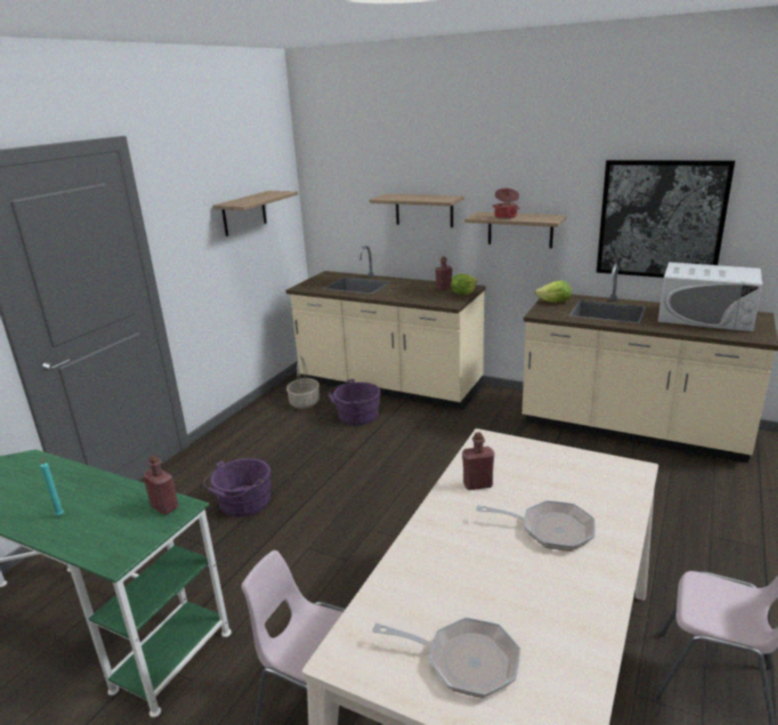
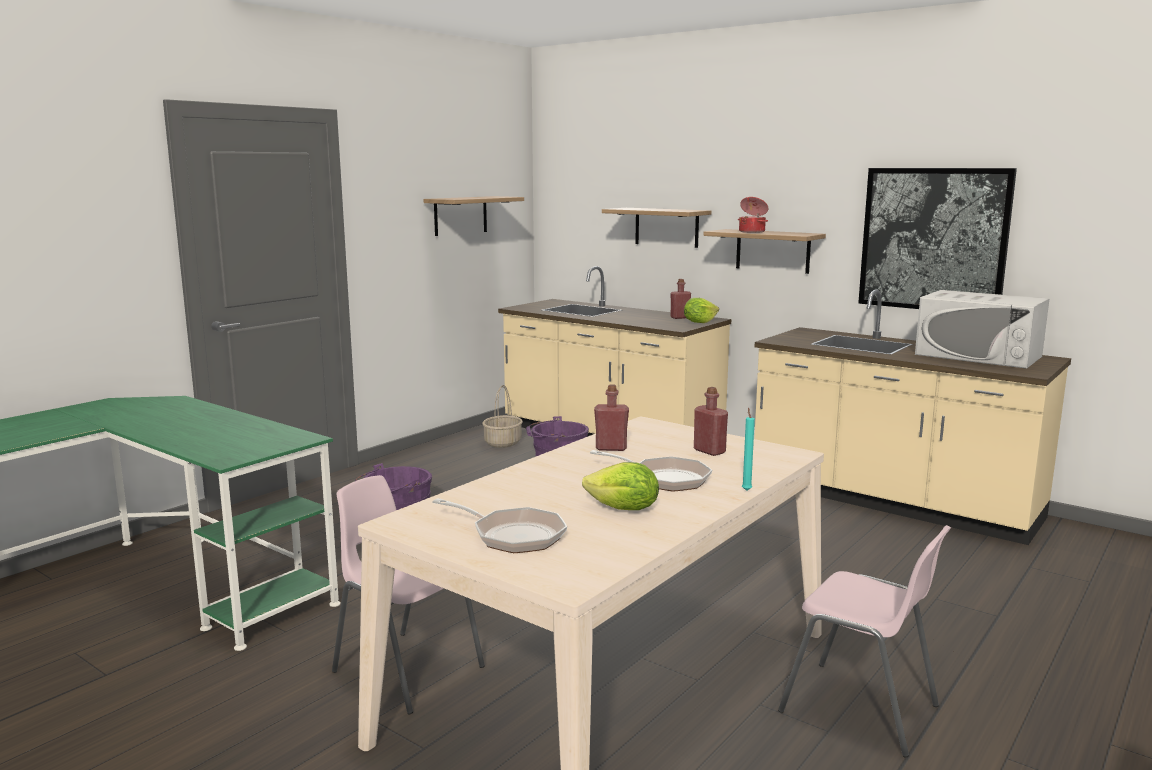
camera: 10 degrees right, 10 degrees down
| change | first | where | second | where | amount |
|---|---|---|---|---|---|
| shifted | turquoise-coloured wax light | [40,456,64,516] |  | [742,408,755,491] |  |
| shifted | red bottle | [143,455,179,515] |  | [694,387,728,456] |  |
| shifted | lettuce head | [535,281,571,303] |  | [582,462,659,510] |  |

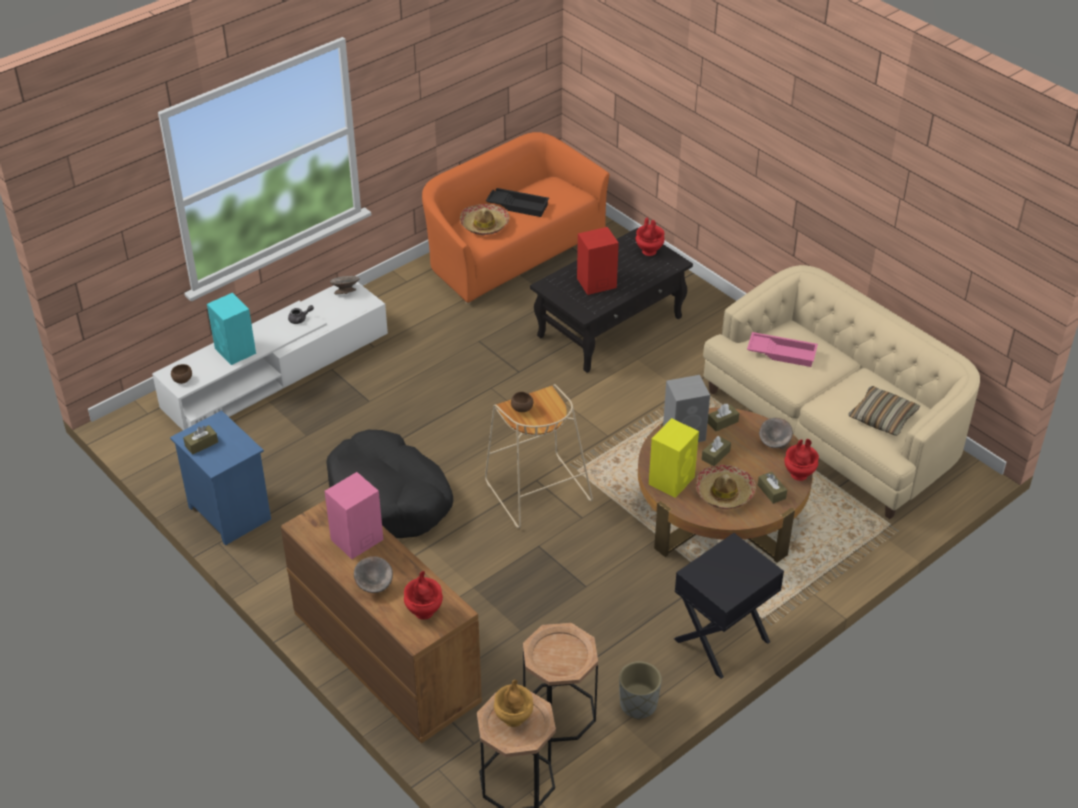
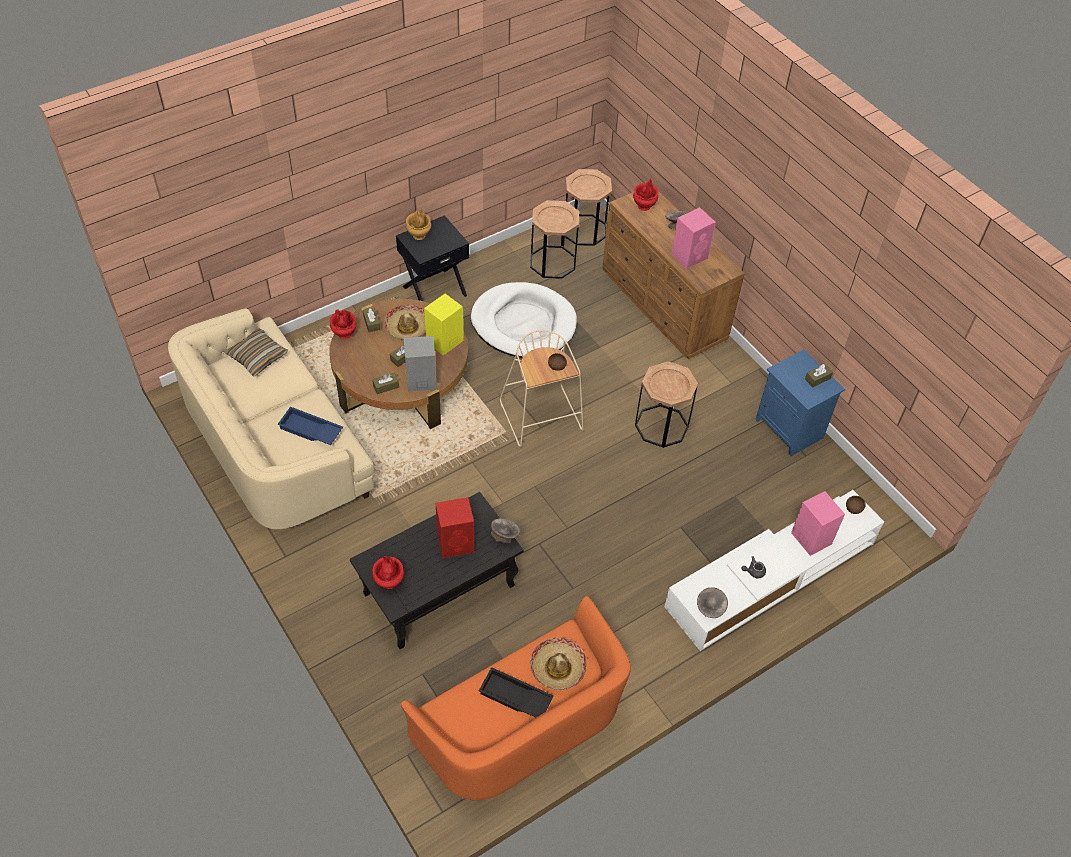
camera: 175 degrees left, 10 degrees up
| change | first | where | second | where | amount |
|---|---|---|---|---|---|
| gone | greyish flower pot | [619,661,662,720] |  |  |  |
| new |  |  | white-coloured pet bed | [470,282,577,358] |  |
| shifted | brownish decorative vase | [494,680,533,727] |  | [406,208,431,240] |  |
| shifted | greyish deep dish | [759,418,793,449] |  | [491,518,520,543] |  |
| swapped | black pet bed | [326,430,453,538] | brownish end table | [635,361,698,448] |  |
| repainted | turquoise-coloured speaker | [207,293,256,365] | pinkish speaker | [791,491,845,556] |  |
| repainted | pinkish serving tray | [747,332,818,367] | blue-coloured serving tray | [277,407,343,445] |  |

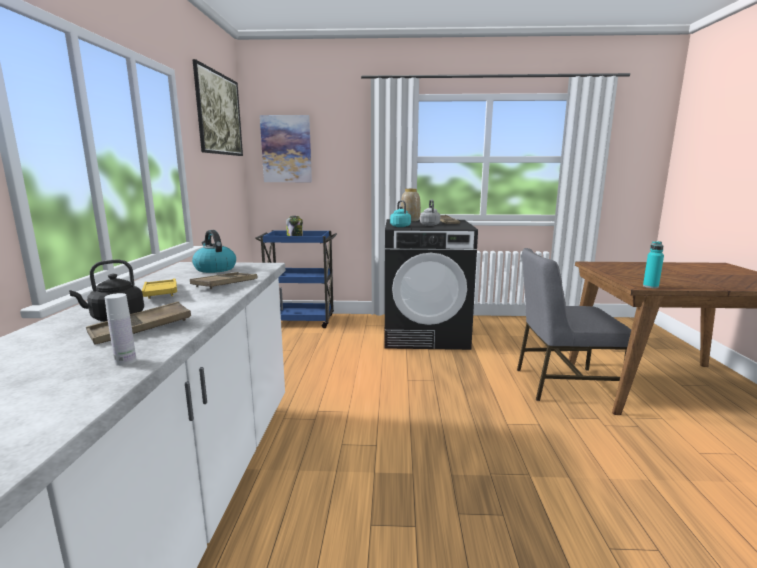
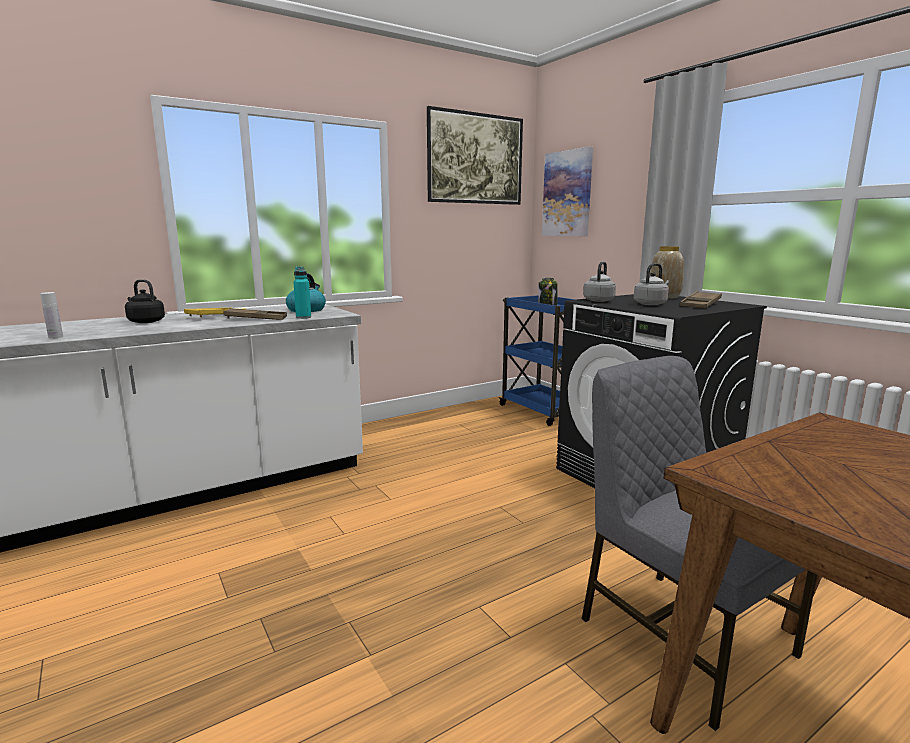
camera: 55 degrees right, 0 degrees up
| change | first | where | second | where | amount |
|---|---|---|---|---|---|
| gone | brownish serving tray | [86,302,191,345] |  |  |  |
| shifted | turquoise-coloured bottle | [643,241,664,288] |  | [293,266,311,319] |  |
| repainted | turquoise-coloured water kettle | [390,200,411,227] | greyish water kettle | [583,262,616,302] |  |

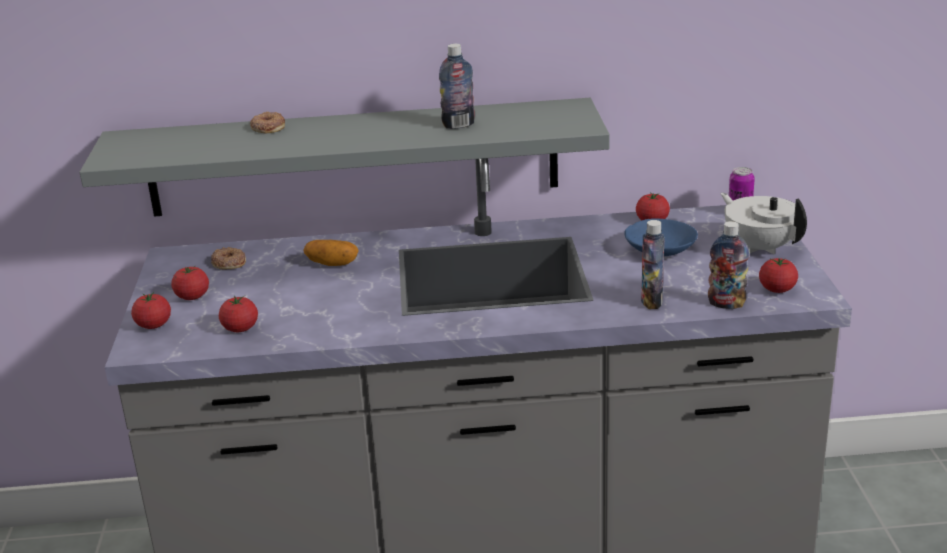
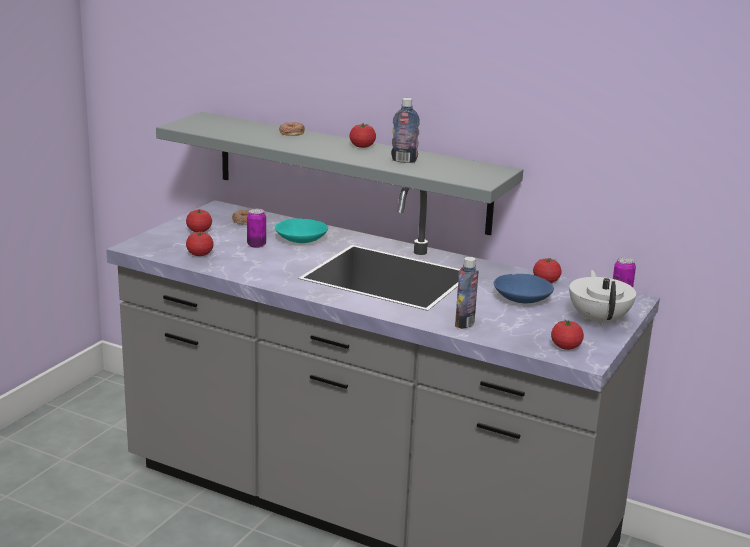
camera: 30 degrees right, 5 degrees down
| change | first | where | second | where | amount |
|---|---|---|---|---|---|
| gone | bottle | [708,221,749,309] |  |  |  |
| new |  |  | metal can | [247,209,266,248] |  |
| shifted | fresh tomato | [131,292,171,329] |  | [349,123,376,148] |  |
| swapped | spud | [303,240,359,266] | turquoise-coloured deep dish | [275,218,328,243] |  |

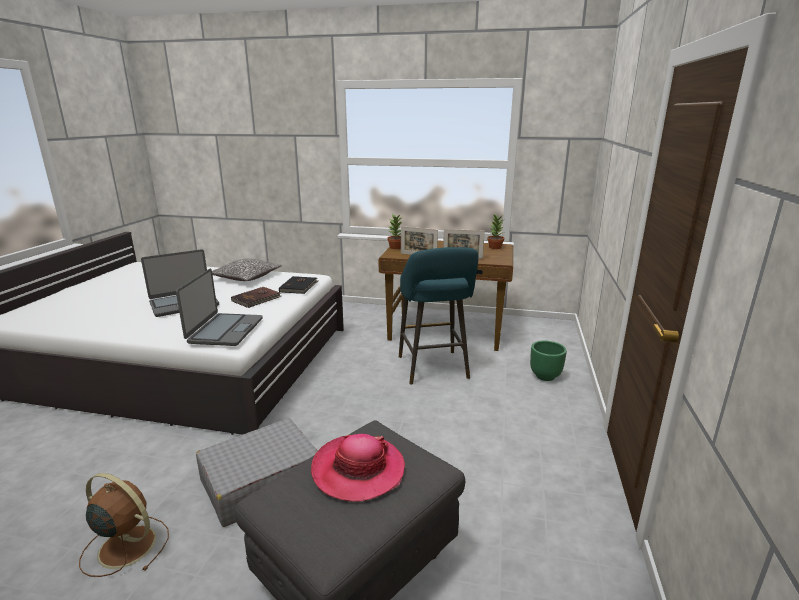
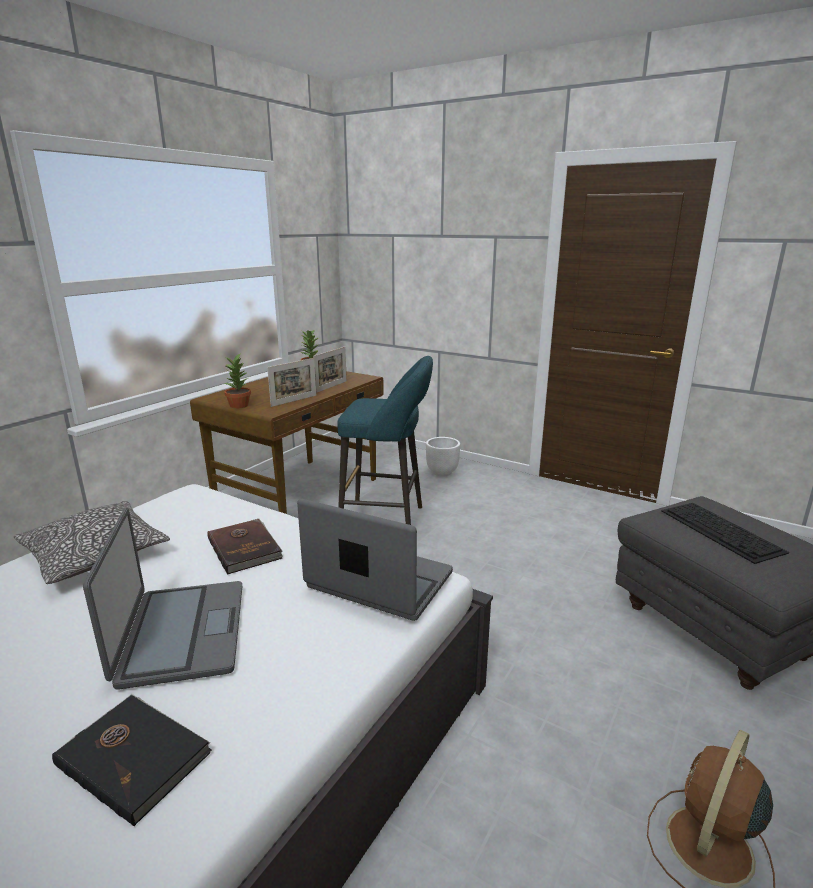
camera: 70 degrees left, 0 degrees up
| change | first | where | second | where | amount |
|---|---|---|---|---|---|
| gone | greyish suitcase | [196,418,318,527] |  |  |  |
| shifted | black volume | [279,276,319,294] |  | [52,694,212,826] |  |
| swapped | hat | [311,434,405,502] | computer keyboard | [661,503,789,564] |  |
| repainted | green flower pot | [530,341,567,381] | white-coloured flower pot | [426,437,460,477] |  |

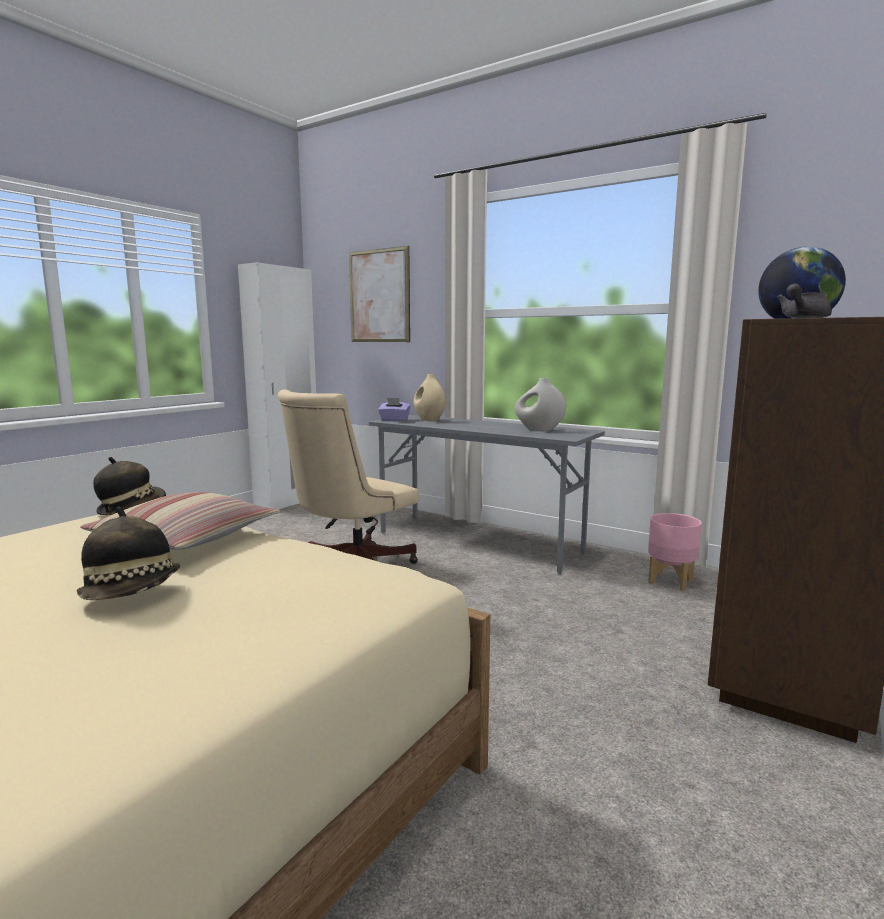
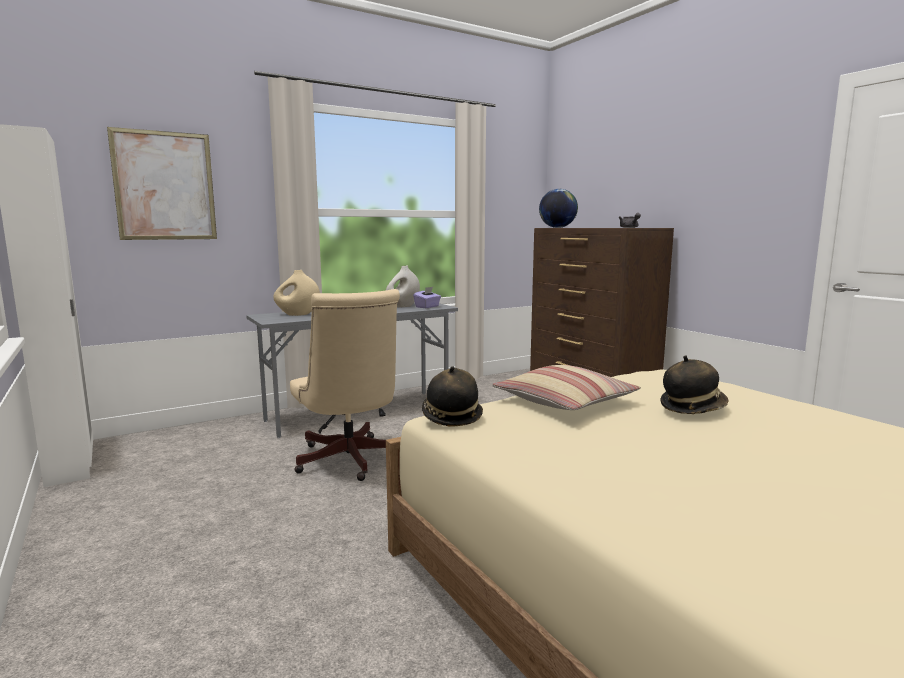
camera: 65 degrees left, 0 degrees up
| change | first | where | second | where | amount |
|---|---|---|---|---|---|
| gone | pinkish flower pot | [648,513,702,591] |  |  |  |
| shifted | purplish tissue box | [378,397,411,421] |  | [413,287,441,308] |  |

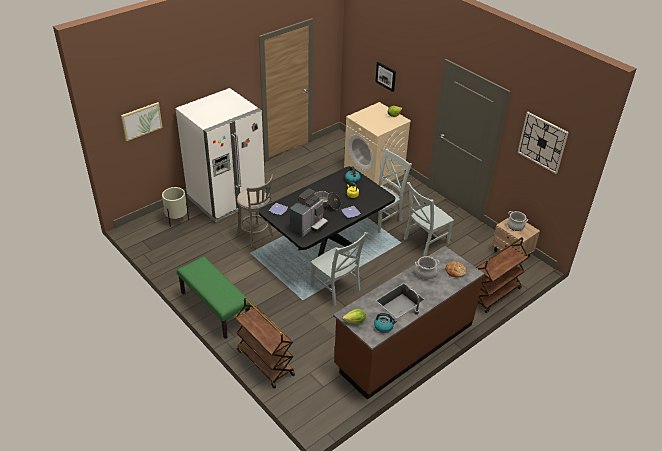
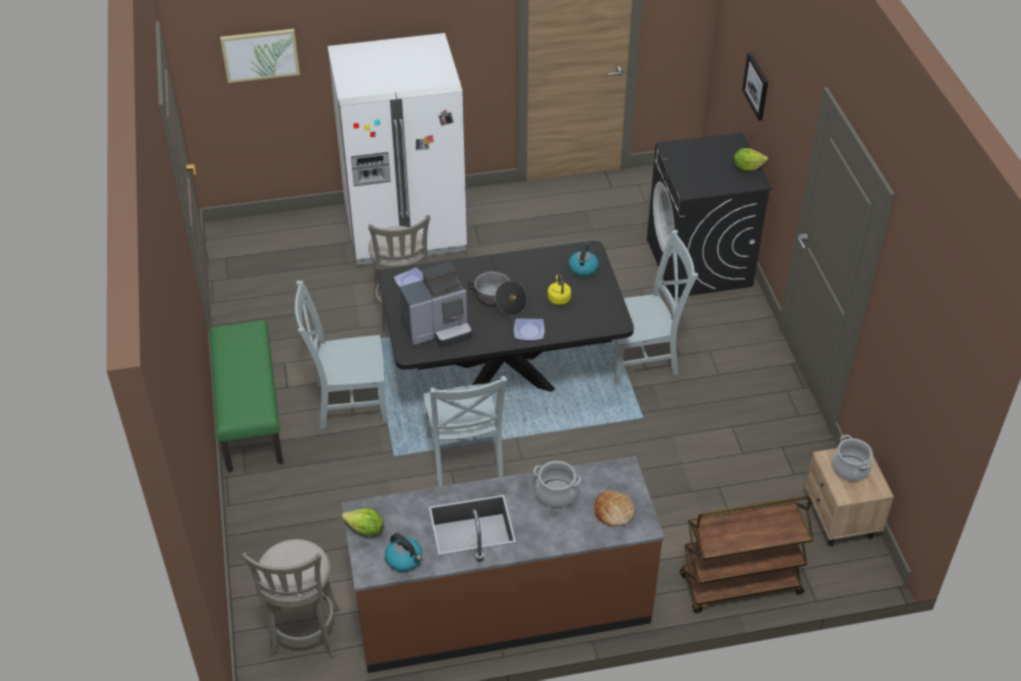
camera: 30 degrees right, 5 degrees up
| change | first | where | second | where | amount |
|---|---|---|---|---|---|
| gone | sand-coloured flower pot | [162,187,189,227] |  |  |  |
| gone | brownish trolley | [235,298,295,388] |  |  |  |
| gone | clock on the wall | [517,112,569,174] |  |  |  |
| new |  |  | greyish sitting stool | [242,539,340,658] |  |
| shifted | greyish plain chair | [404,182,454,256] |  | [295,280,388,429] |  |
| repainted | sand-coloured washing machine | [344,102,411,185] | black washing machine | [647,132,773,298] |  |

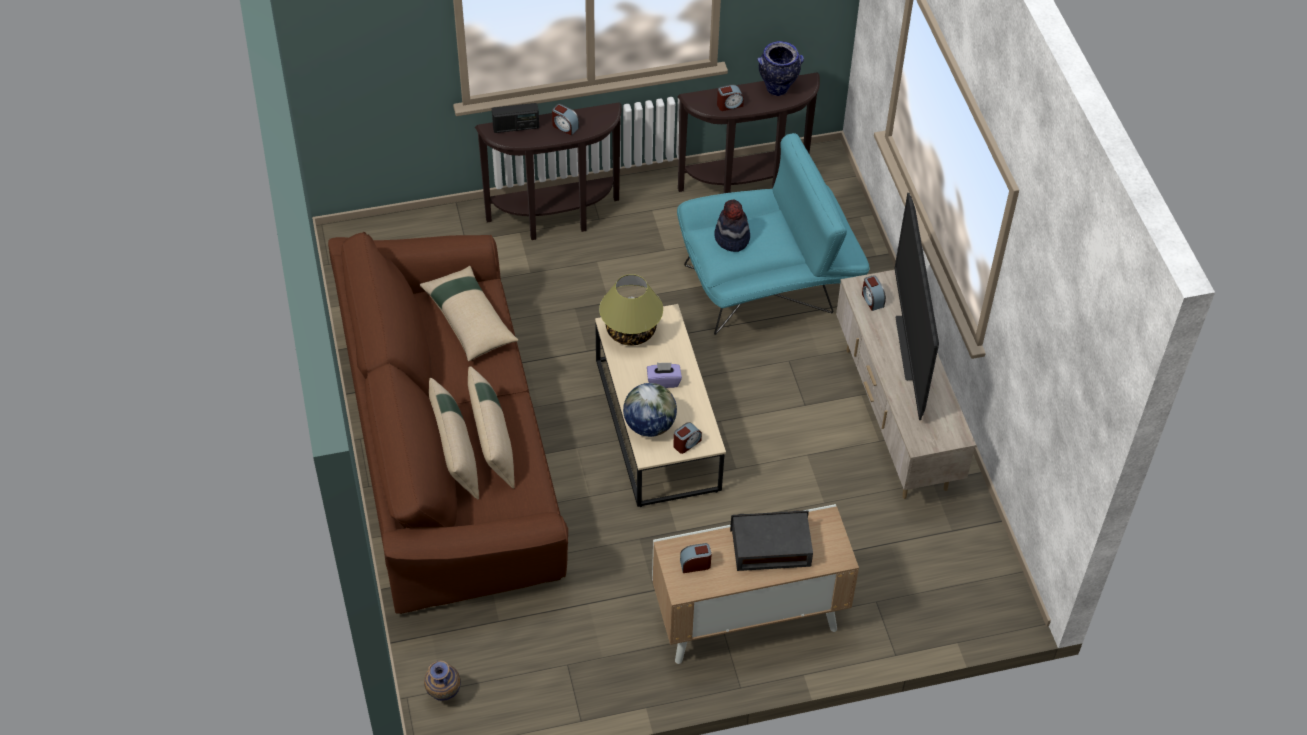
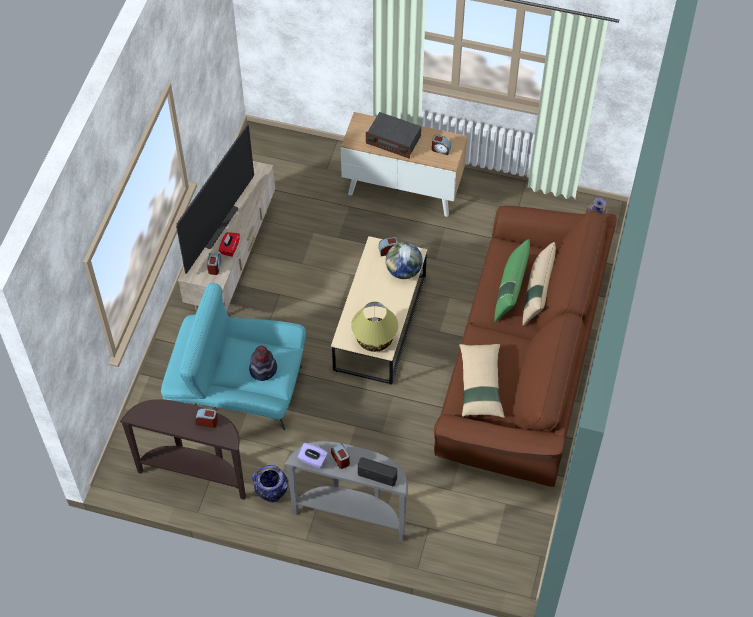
camera: 150 degrees left, 5 degrees up
| change | first | where | second | where | amount |
|---|---|---|---|---|---|
| new |  |  | red tissue box | [219,232,240,257] |  |
| shifted | purplish tissue box | [647,363,682,388] |  | [298,443,328,469] |  |
| shifted | decorative vase | [757,41,804,96] |  | [252,465,288,503] |  |
| repainted | sand-coloured cushion | [468,366,515,489] | green cushion | [494,239,530,322] |  |
| repainted | brownish narrow table | [475,102,622,240] | greyish narrow table | [284,441,408,541] |  |

